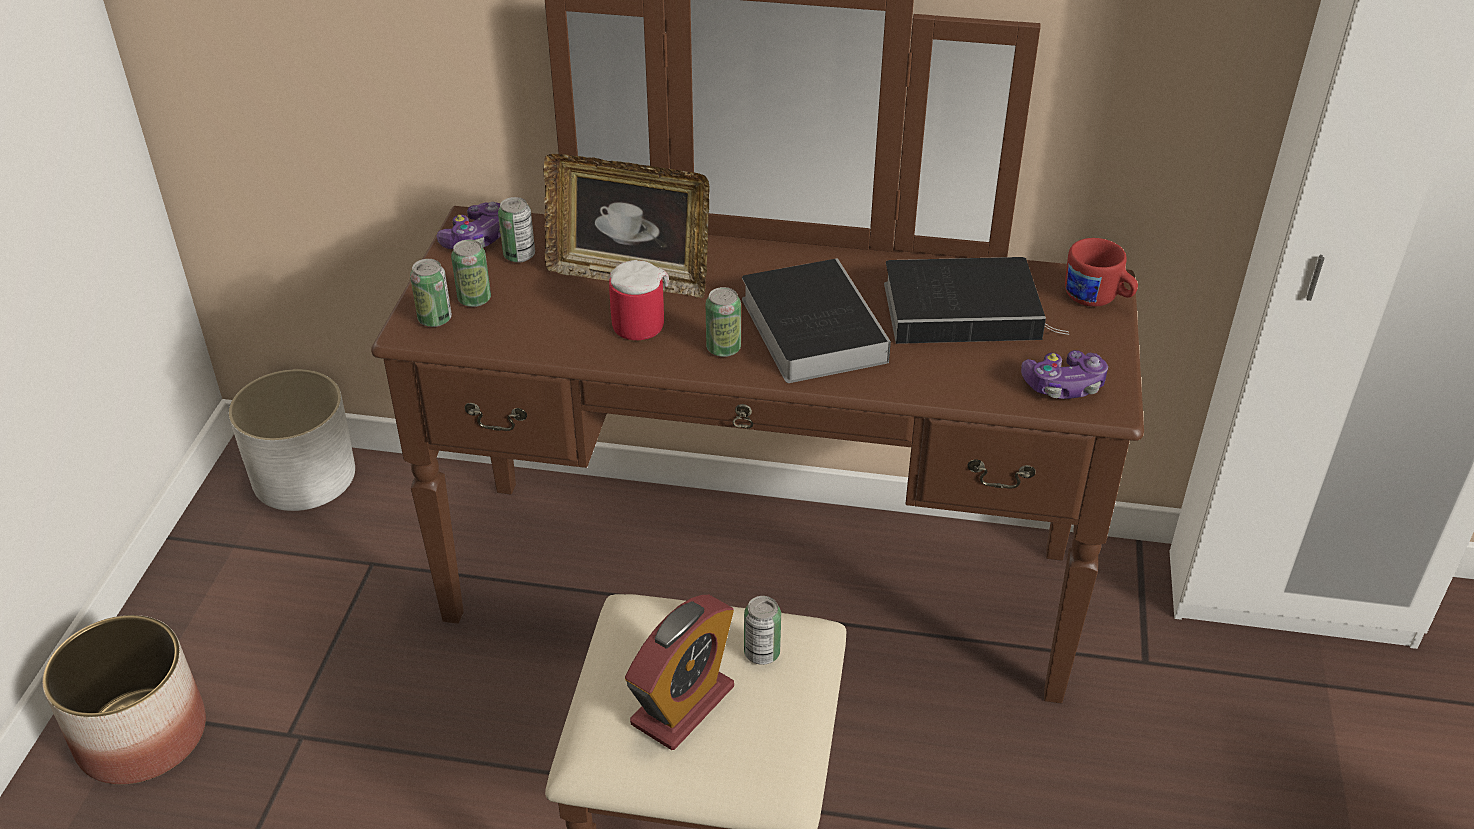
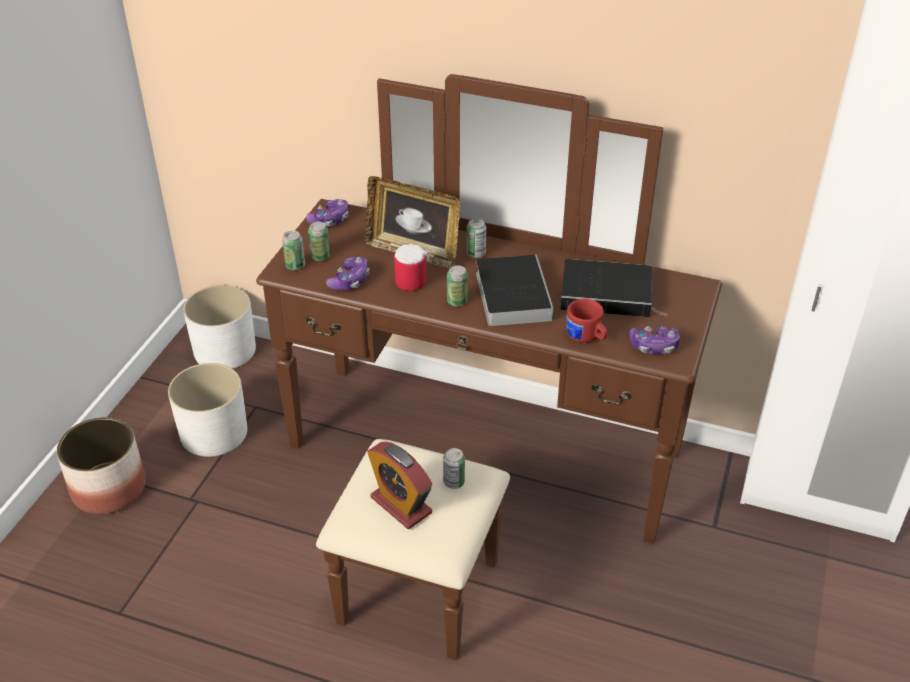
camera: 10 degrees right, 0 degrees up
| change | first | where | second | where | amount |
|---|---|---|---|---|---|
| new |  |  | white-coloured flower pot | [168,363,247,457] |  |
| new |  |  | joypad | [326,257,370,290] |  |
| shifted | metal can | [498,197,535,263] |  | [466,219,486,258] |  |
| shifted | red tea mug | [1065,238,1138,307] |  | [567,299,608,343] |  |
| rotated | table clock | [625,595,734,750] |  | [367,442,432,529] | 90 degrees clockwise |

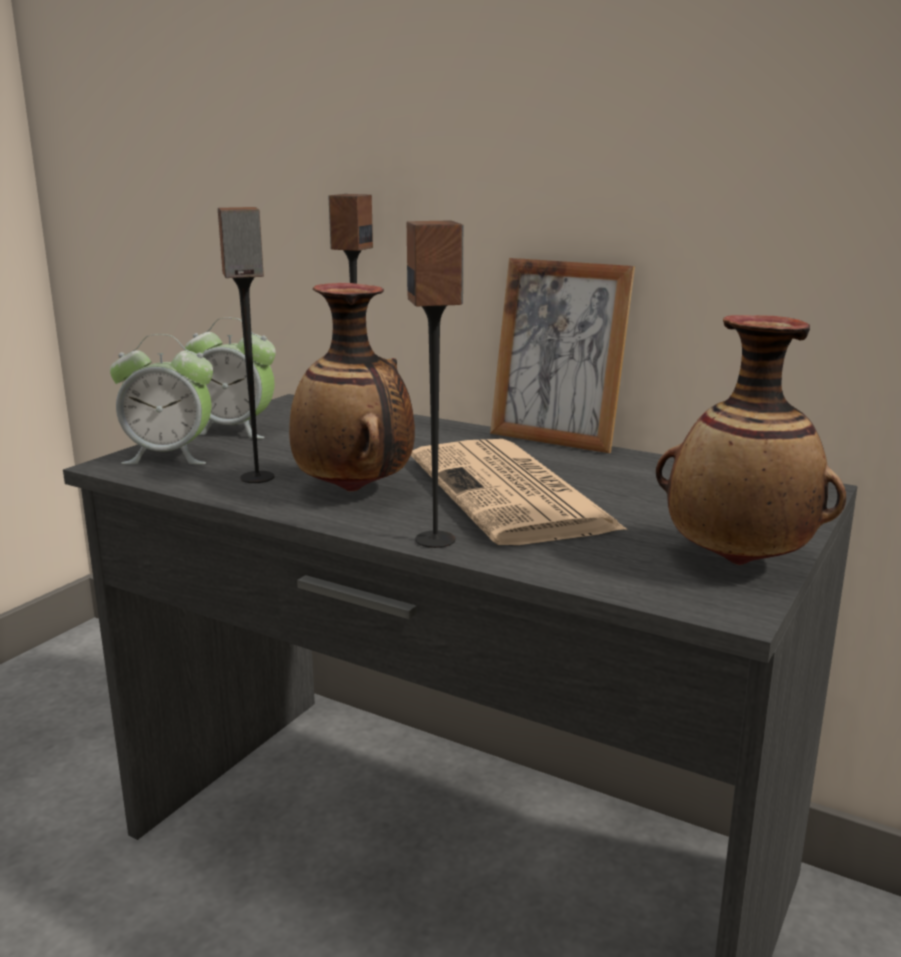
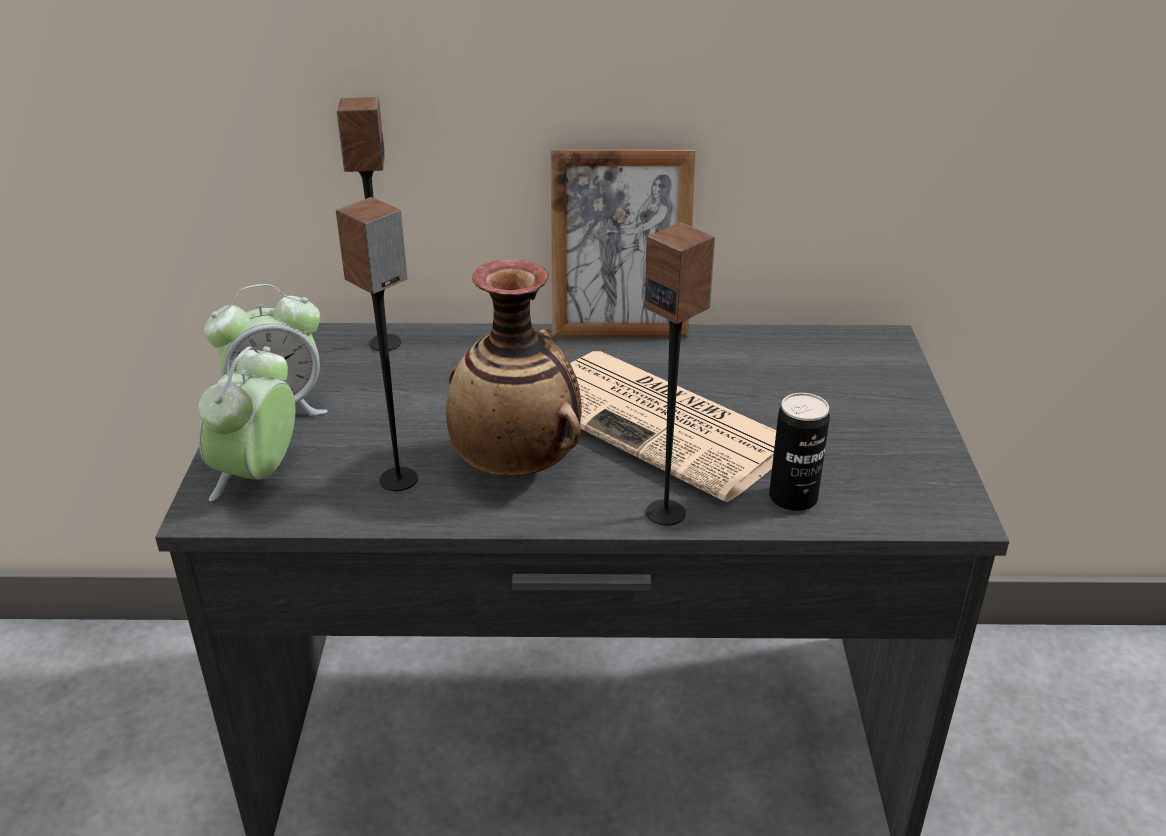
camera: 30 degrees left, 15 degrees up
| change | first | where | second | where | amount |
|---|---|---|---|---|---|
| gone | decorative vase | [656,315,846,565] |  |  |  |
| new |  |  | metal can | [769,393,830,511] |  |
| rotated | table clock | [110,334,213,464] |  | [198,347,296,501] | 135 degrees clockwise |

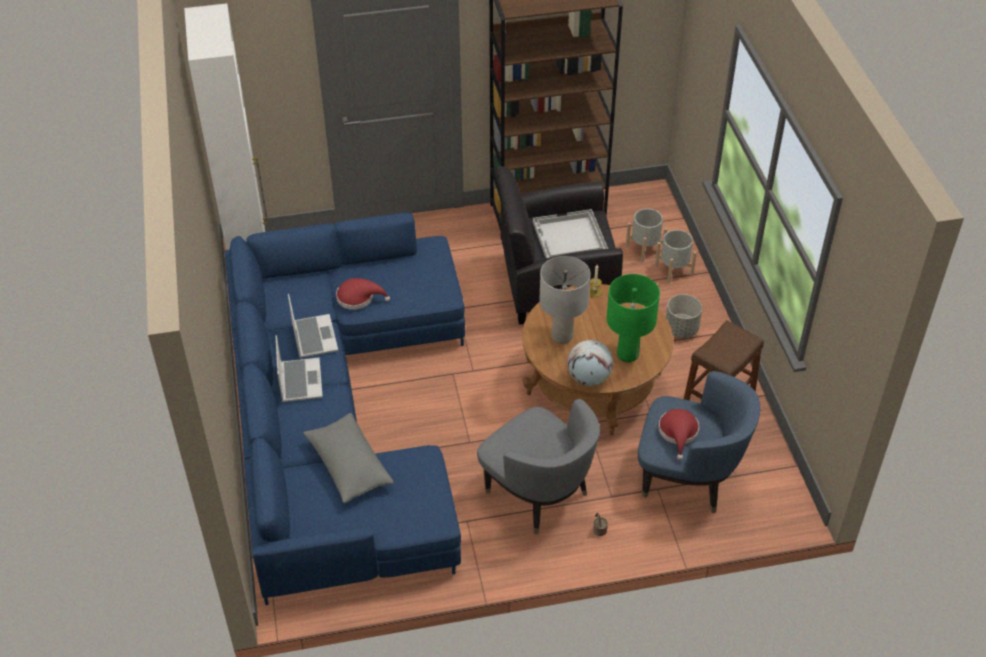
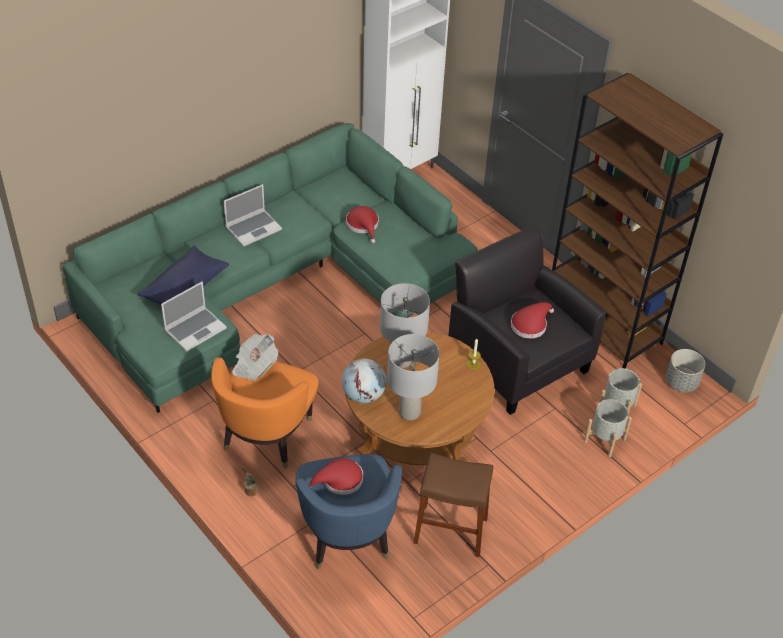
camera: 60 degrees right, 0 degrees up
| change | first | where | second | where | amount |
|---|---|---|---|---|---|
| new |  |  | daily paper | [232,334,278,381] |  |
| shifted | portable computer | [288,294,338,358] |  | [161,281,227,352] |  |
| shifted | greyish flower pot | [666,294,702,338] |  | [666,349,705,392] |  |
| swapped | white-coloured serving tray | [533,209,608,258] | red hat | [511,302,554,339] |  |
| repainted | blue-coloured sofa | [224,213,465,605] | green sofa | [63,123,478,413] |  |
| repainted | greyish cushion | [303,413,394,503] | blue-coloured cushion | [137,246,229,305] |  |
| repainted | greyish armchair | [477,399,600,535] | orange-coloured armchair | [211,357,319,469] |  |
| repainted | green tabletop lamp | [607,274,660,363] | greyish tabletop lamp | [387,334,440,421] |  |

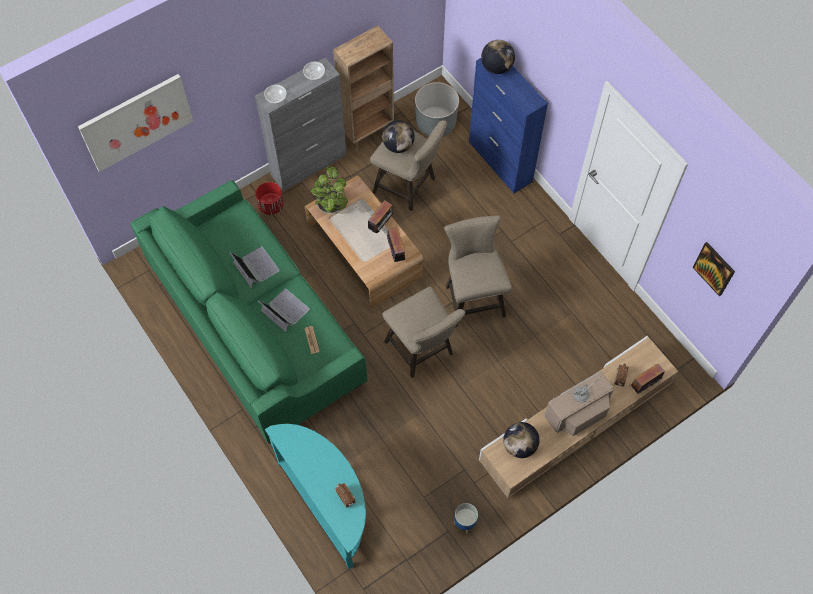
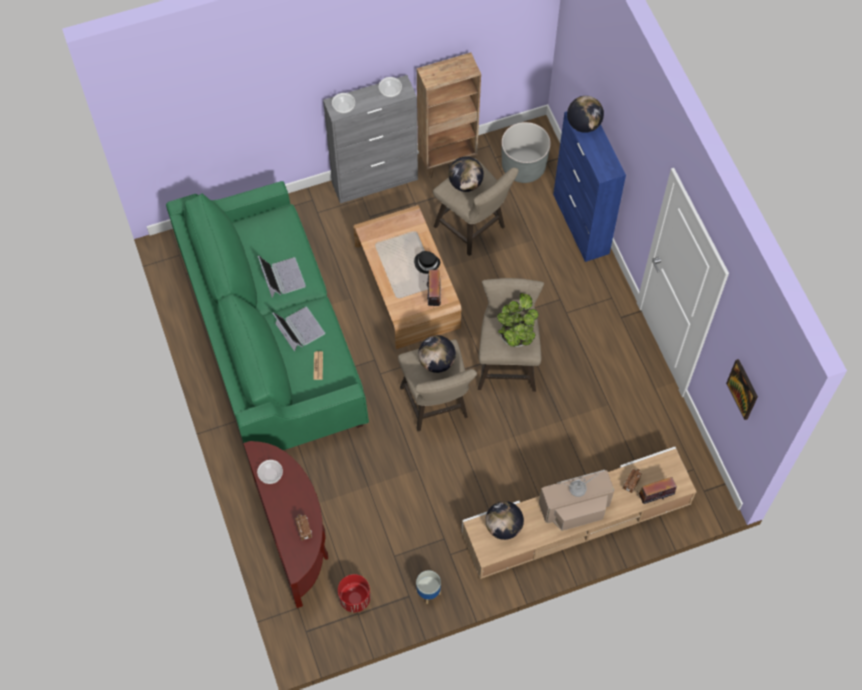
camera: 15 degrees right, 0 degrees up
| change | first | where | second | where | amount |
|---|---|---|---|---|---|
| gone | picture | [78,74,193,172] |  |  |  |
| new |  |  | deep dish | [257,460,283,484] |  |
| new |  |  | desk globe | [418,335,456,373] |  |
| shifted | red flower pot | [255,182,284,215] |  | [338,574,371,612] |  |
| shifted | plant in a pot | [311,166,348,214] |  | [497,293,538,347] |  |
| swapped | radio set | [368,200,394,233] | black hat | [414,251,440,274] |  |
| repainted | turquoise-coloured narrow table | [265,424,366,569] | brownish narrow table | [243,441,328,608] |  |

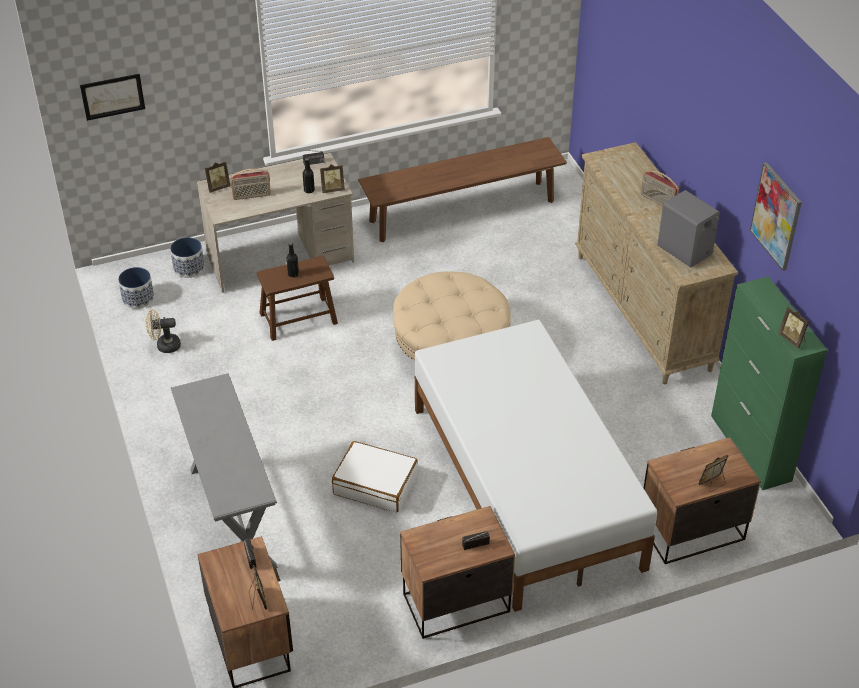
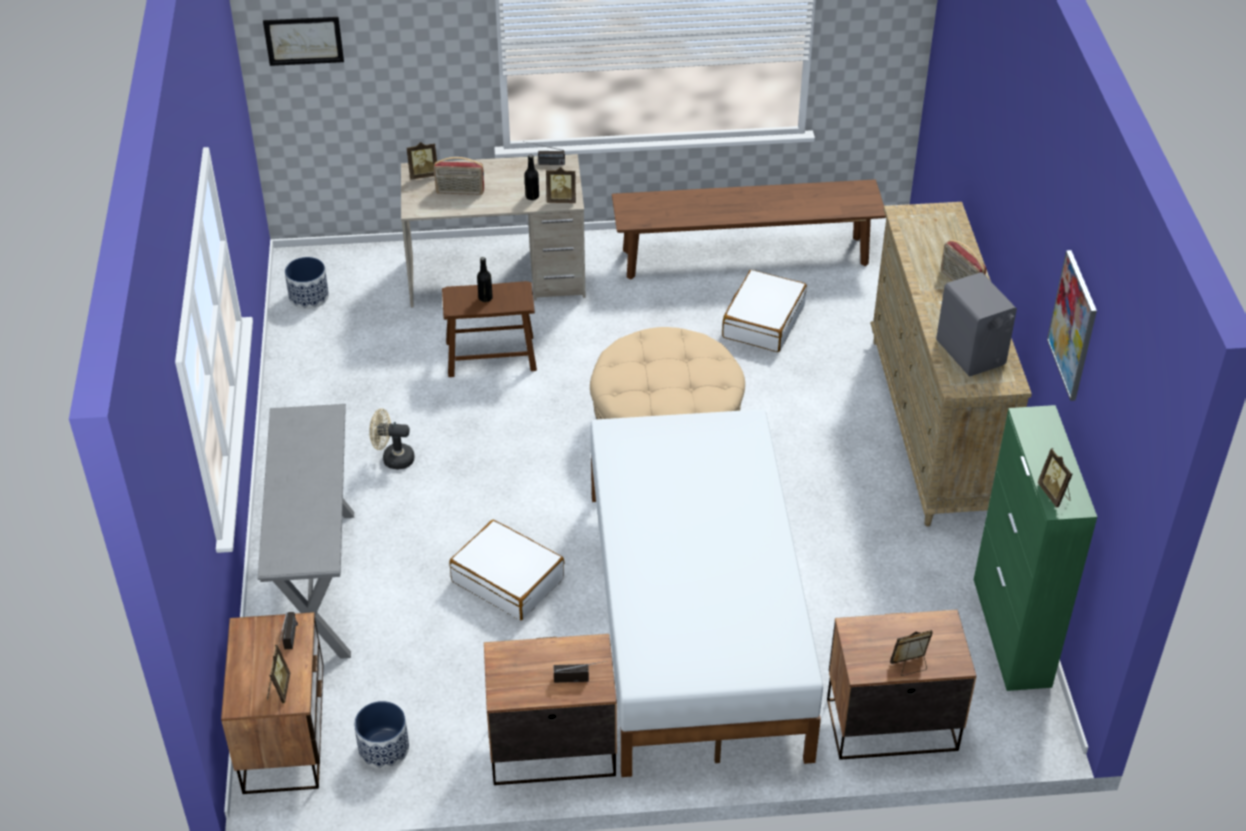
camera: 15 degrees right, 0 degrees up
| change | first | where | second | where | amount |
|---|---|---|---|---|---|
| new |  |  | white-coloured suitcase | [722,270,807,352] |  |
| shifted | sand-coloured fan | [146,309,181,353] |  | [369,408,415,469] |  |
| shifted | flower pot | [170,237,205,278] |  | [354,701,409,769] |  |

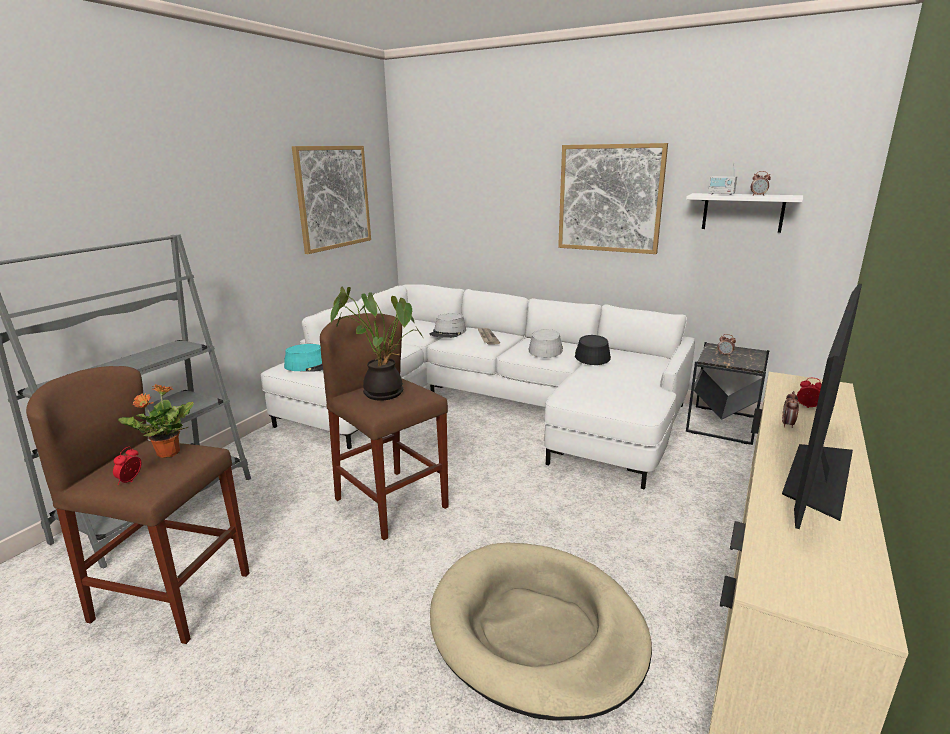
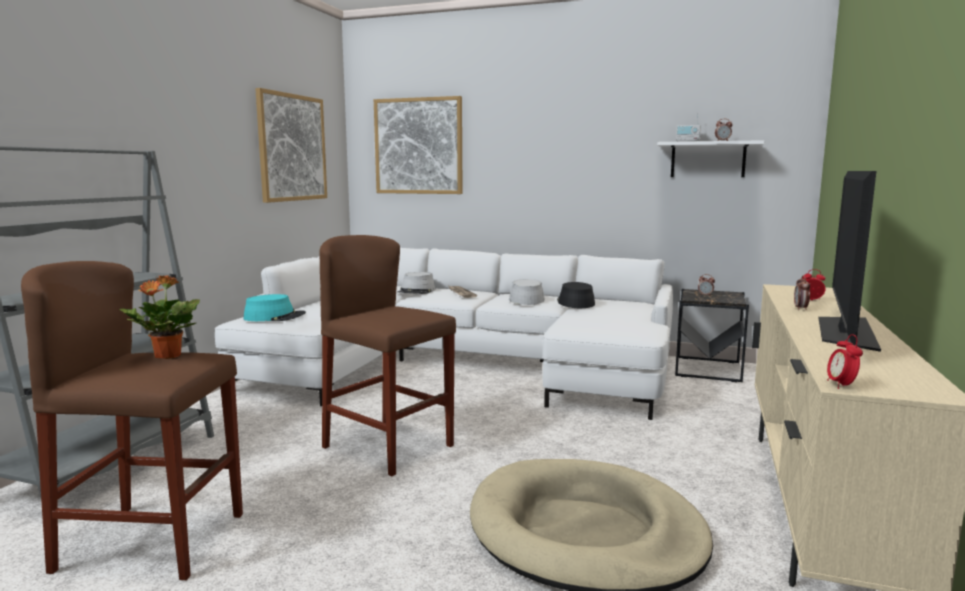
camera: 10 degrees left, 10 degrees down
| change | first | where | second | where | amount |
|---|---|---|---|---|---|
| gone | plant in a pot | [330,287,423,401] |  |  |  |
| shifted | table clock | [113,447,141,485] |  | [827,334,863,389] |  |
| shifted | picture | [558,143,668,254] |  | [374,96,463,194] |  |

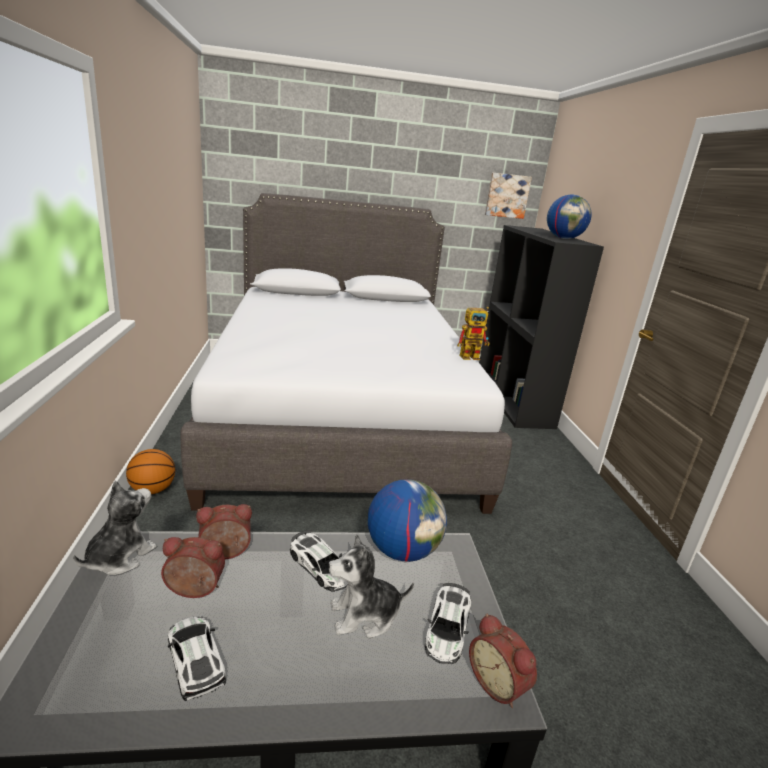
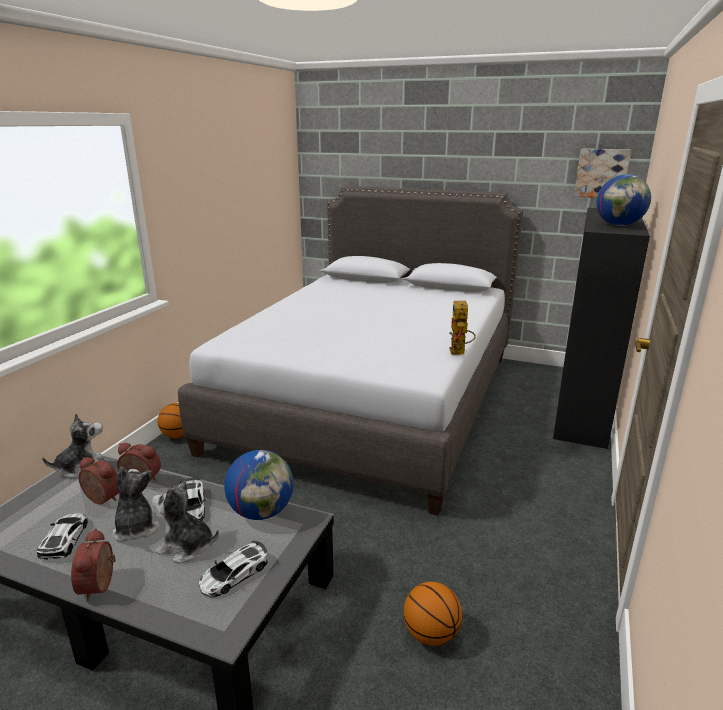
camera: 30 degrees right, 0 degrees up
| change | first | where | second | where | amount |
|---|---|---|---|---|---|
| new |  |  | soft toy | [112,467,159,542] |  |
| new |  |  | basketball | [403,582,462,646] |  |
| shifted | table clock | [469,614,537,708] |  | [71,528,116,602] |  |
| rotated | toy robot | [457,307,490,360] |  | [449,301,475,355] | 75 degrees clockwise |

